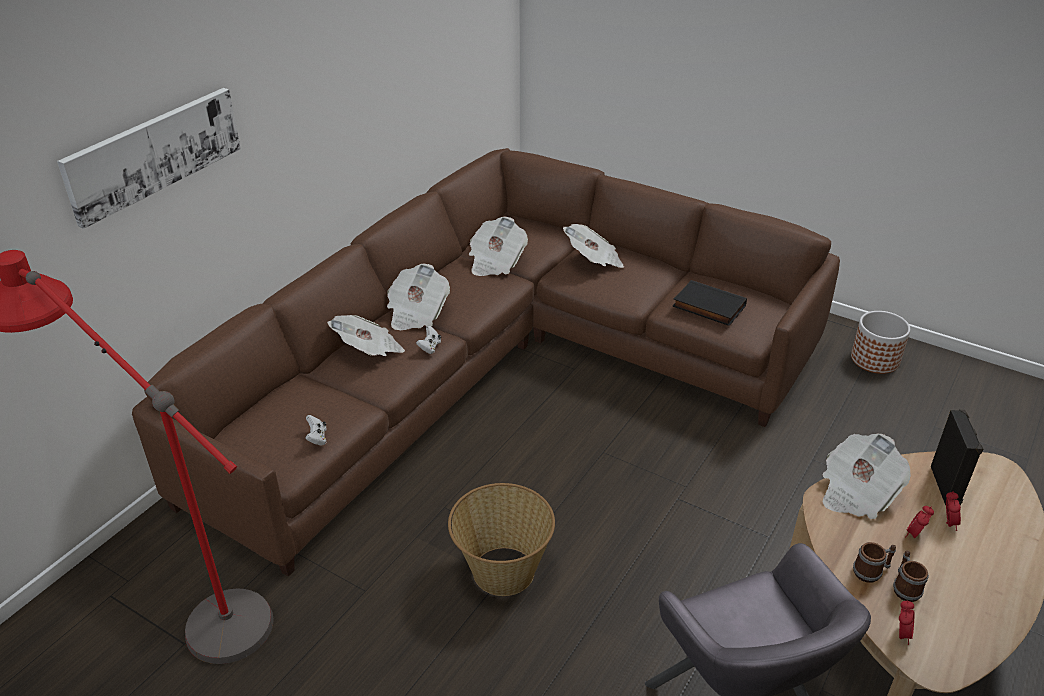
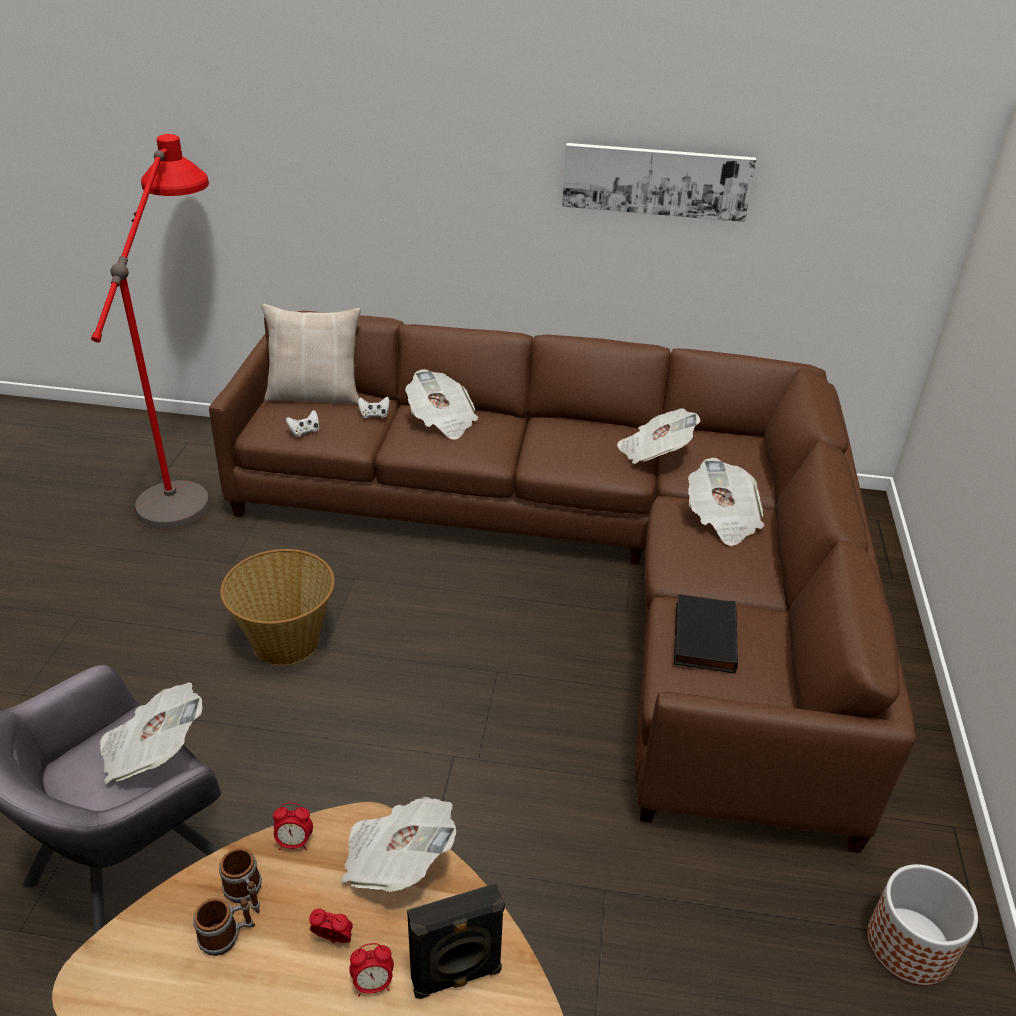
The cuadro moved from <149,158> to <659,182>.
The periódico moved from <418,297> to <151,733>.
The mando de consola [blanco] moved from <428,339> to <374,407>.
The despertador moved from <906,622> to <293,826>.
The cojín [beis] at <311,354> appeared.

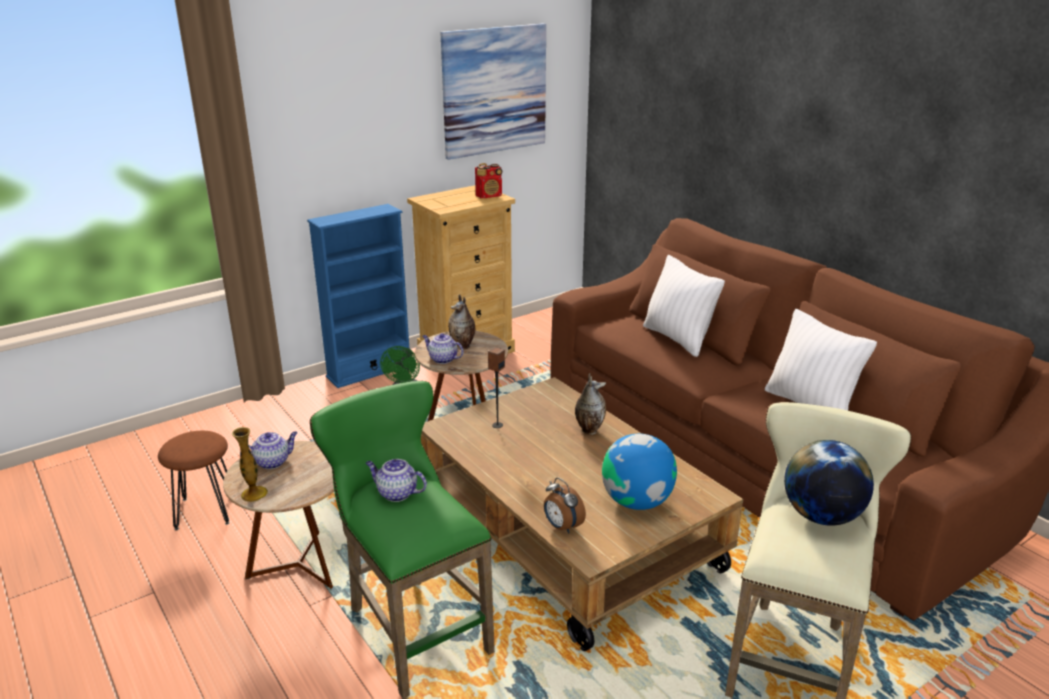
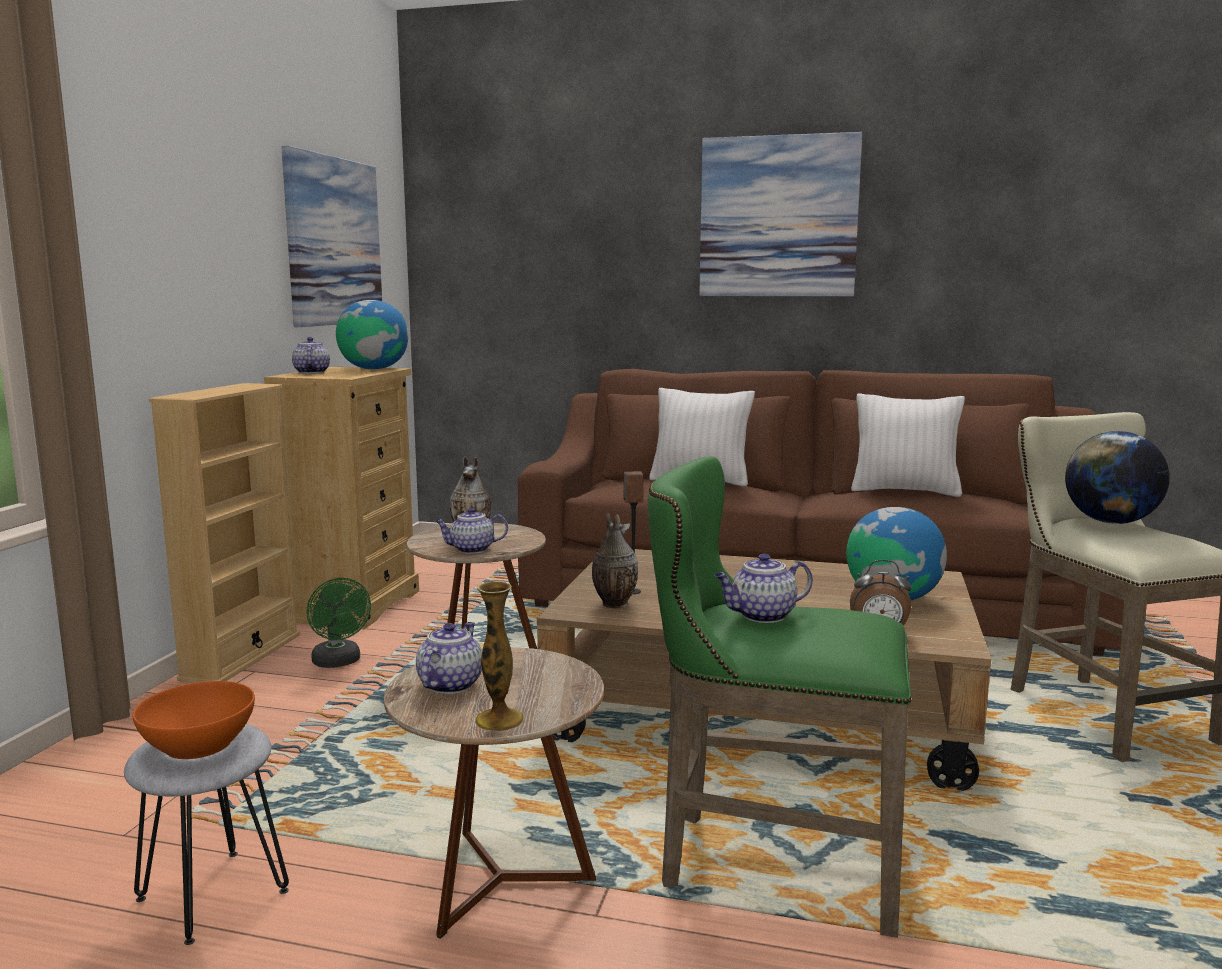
The radio at <488,180> was replaced by the globo terráqueo at <372,335>.
The estantería [azul] at <358,296> became the estantería [beis] at <224,533>.
The florero moved from <590,404> to <615,560>.
The taburete [marrón] at <194,480> became the taburete [gris] at <206,834>.
The cuadro at <780,214> appeared.
The tetera at <311,355> appeared.
The cuenco [naranja] at <194,720> appeared.

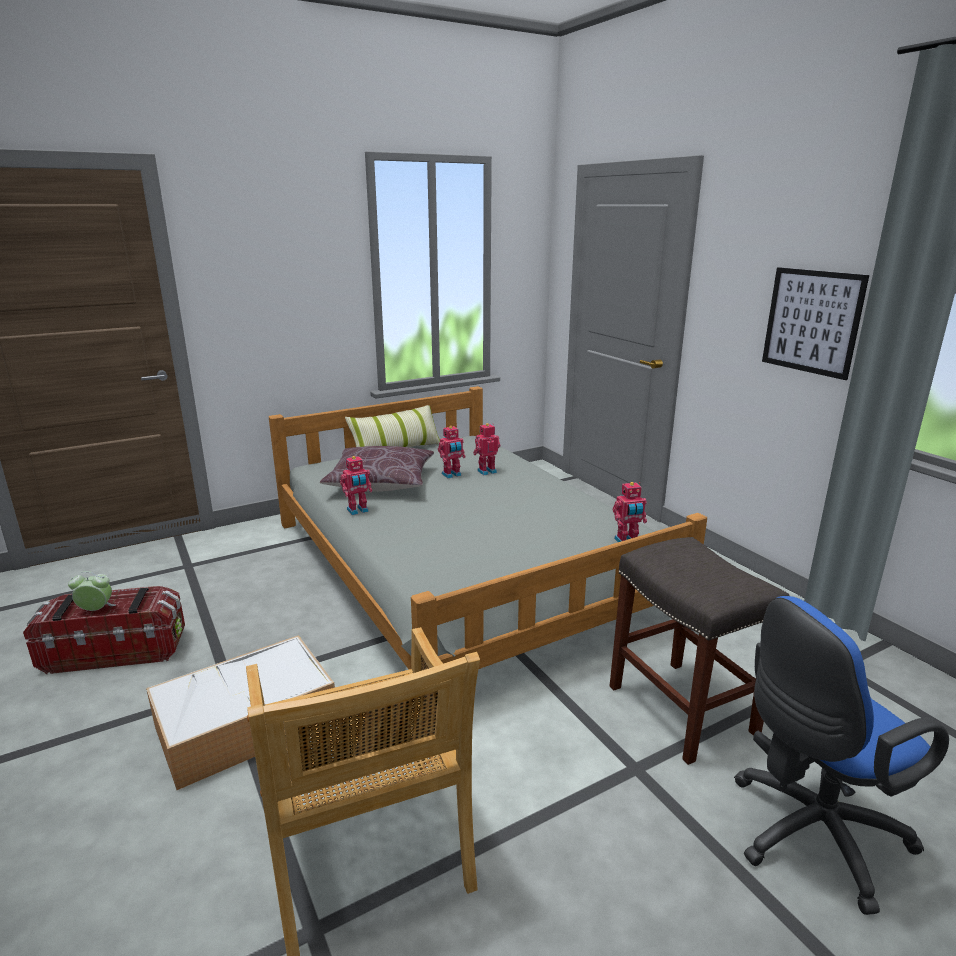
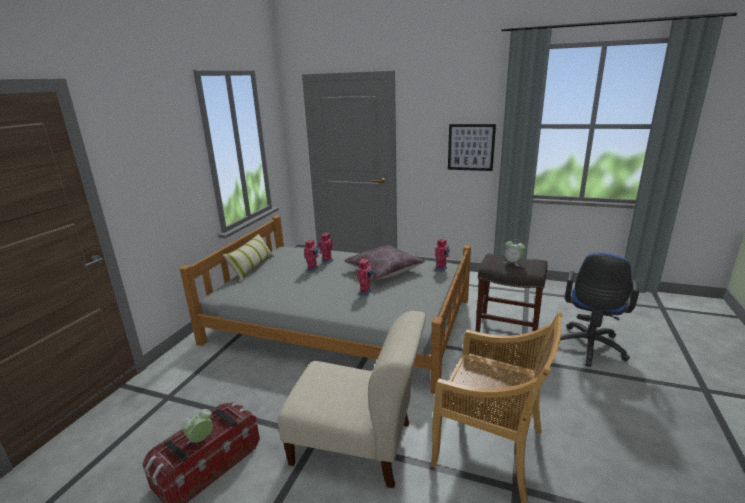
The cojín [marrón] moved from <377,469> to <384,262>.
The robot de juguete moved from <356,485> to <365,277>.
The caja de almacenaje at <240,712> was replaced by the silla [beis] at <352,399>.
The despertador at <514,252> appeared.

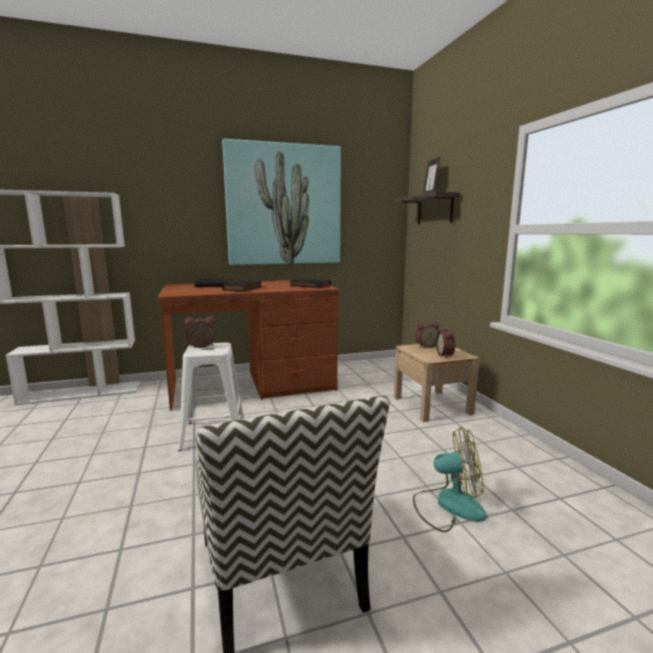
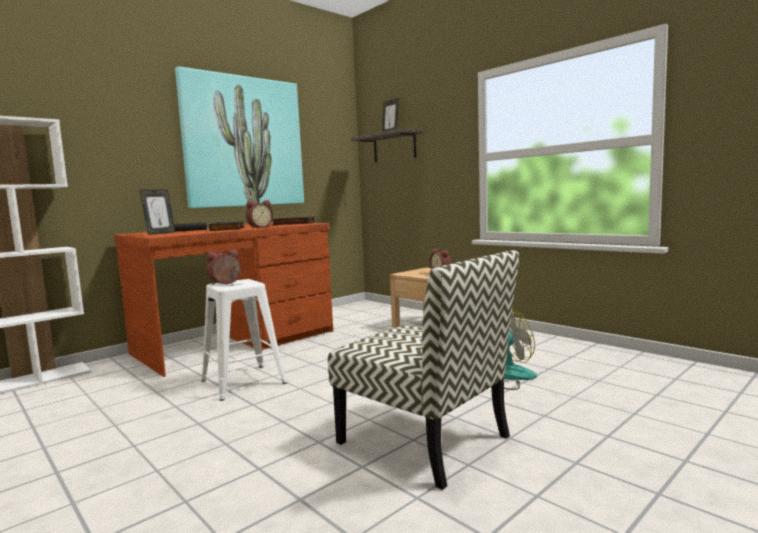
The despertador moved from <427,335> to <259,214>.
The portarretratos at <157,212> appeared.

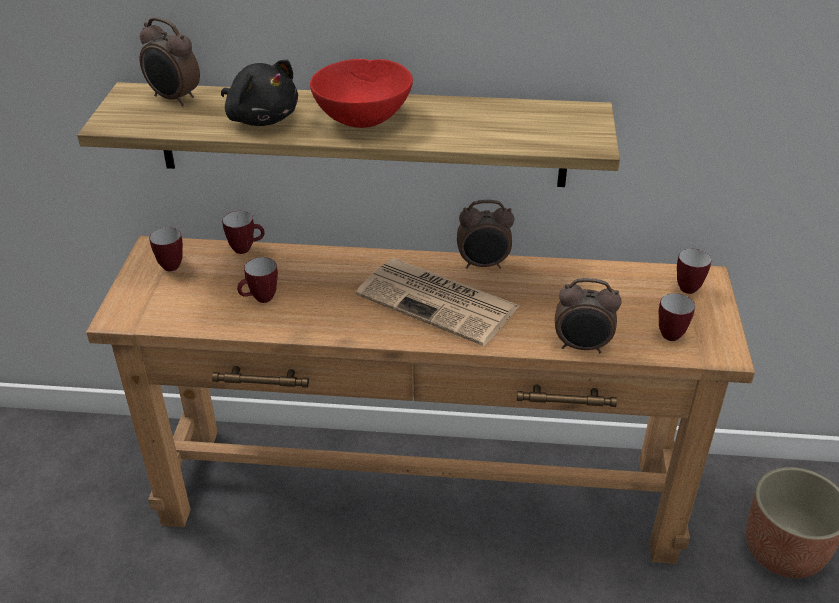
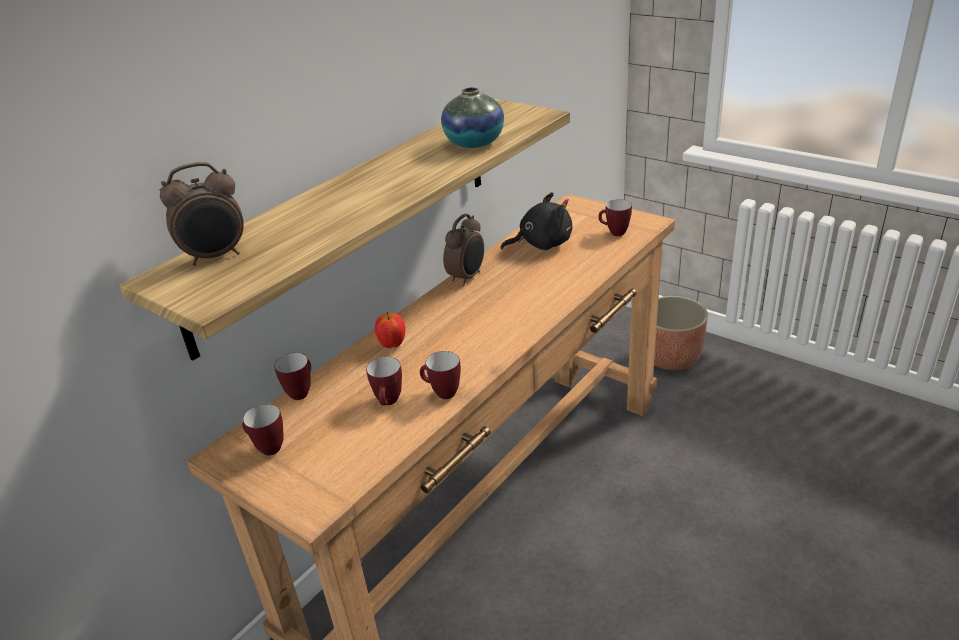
The cuenco [rojo] at <361,93> disappeared.
The peluche [negro] moved from <259,93> to <536,221>.
The taza grande moved from <694,271> to <440,375>.
The periódico at <438,302> disappeared.
The despertador at <588,315> disappeared.
The florero at <472,117> appeared.
The manzana at <390,330> appeared.

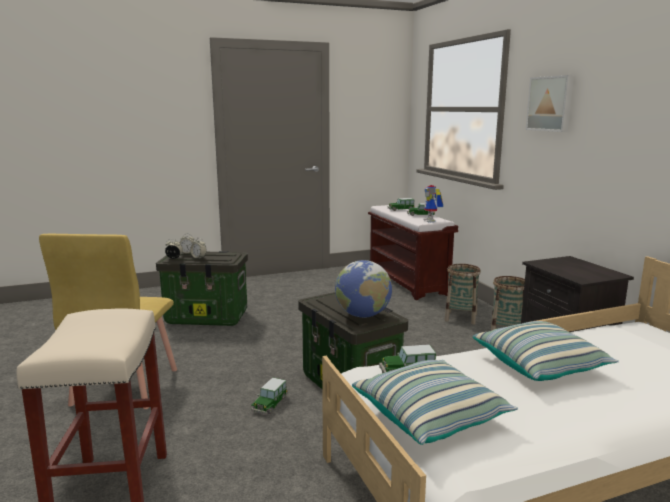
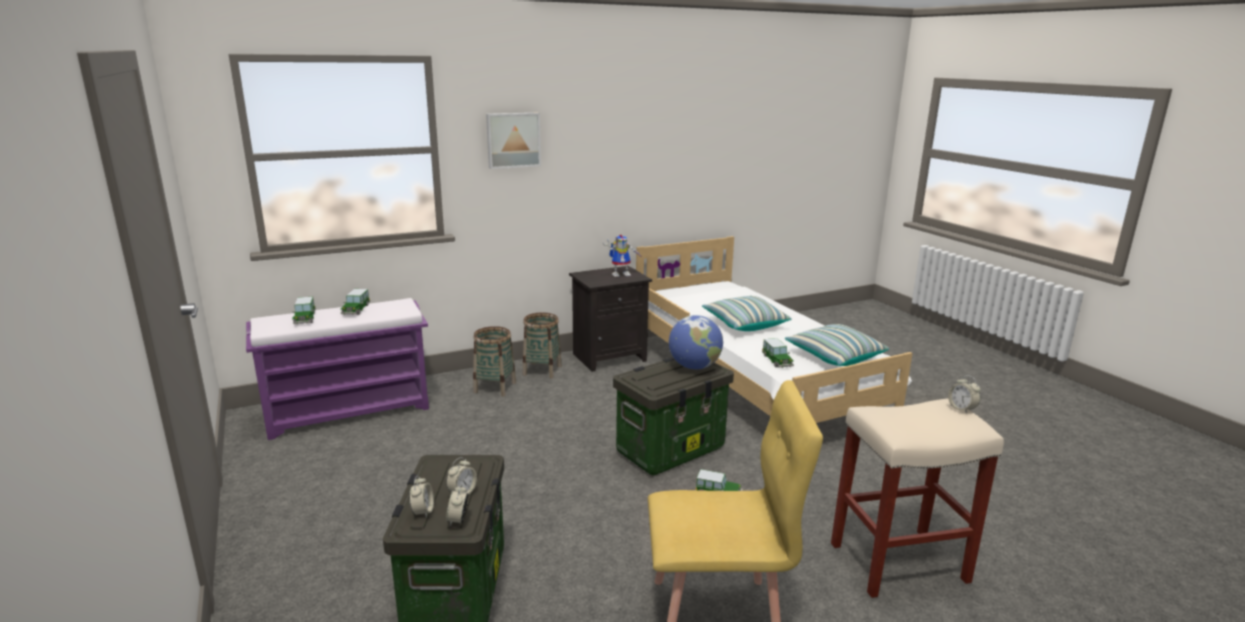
The robot de juguete moved from <433,203> to <622,256>.
The banco [marrón] at <413,252> became the banco [morado] at <337,369>.
The despertador at <964,394> appeared.

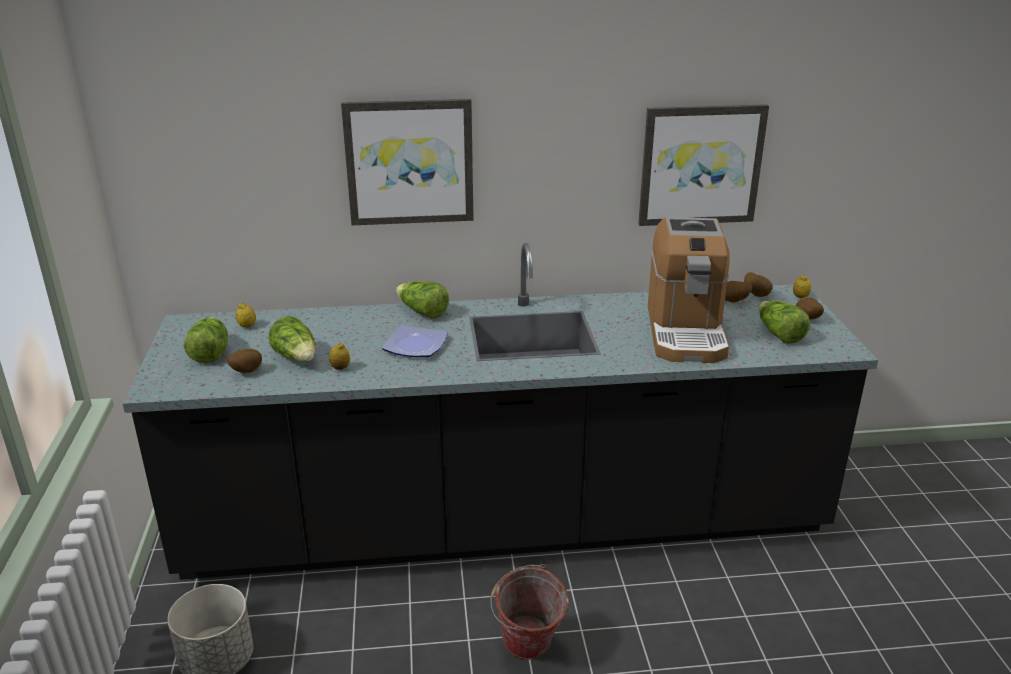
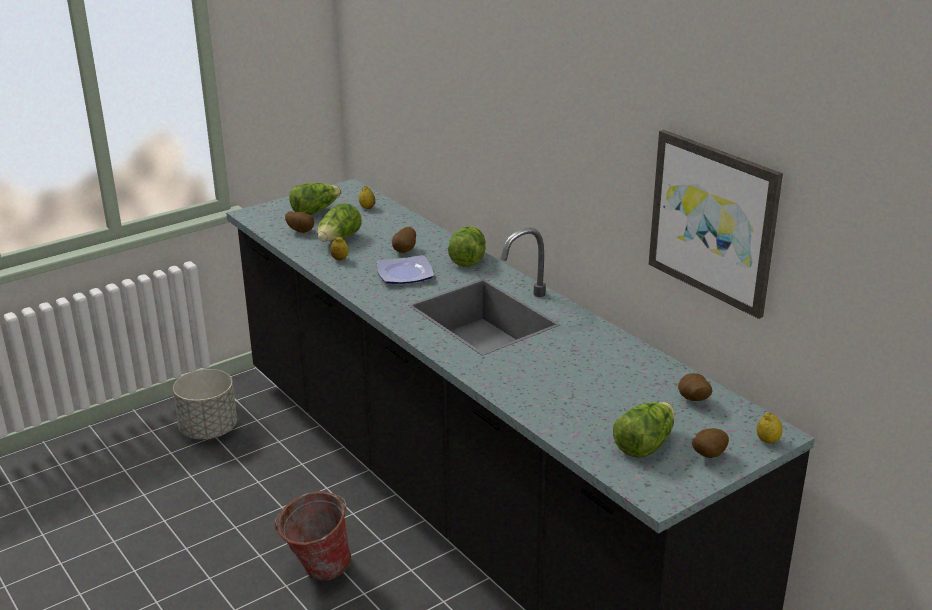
The cuadro at <407,162> disappeared.
The cafetera at <689,290> disappeared.
The patata moved from <758,284> to <404,240>.

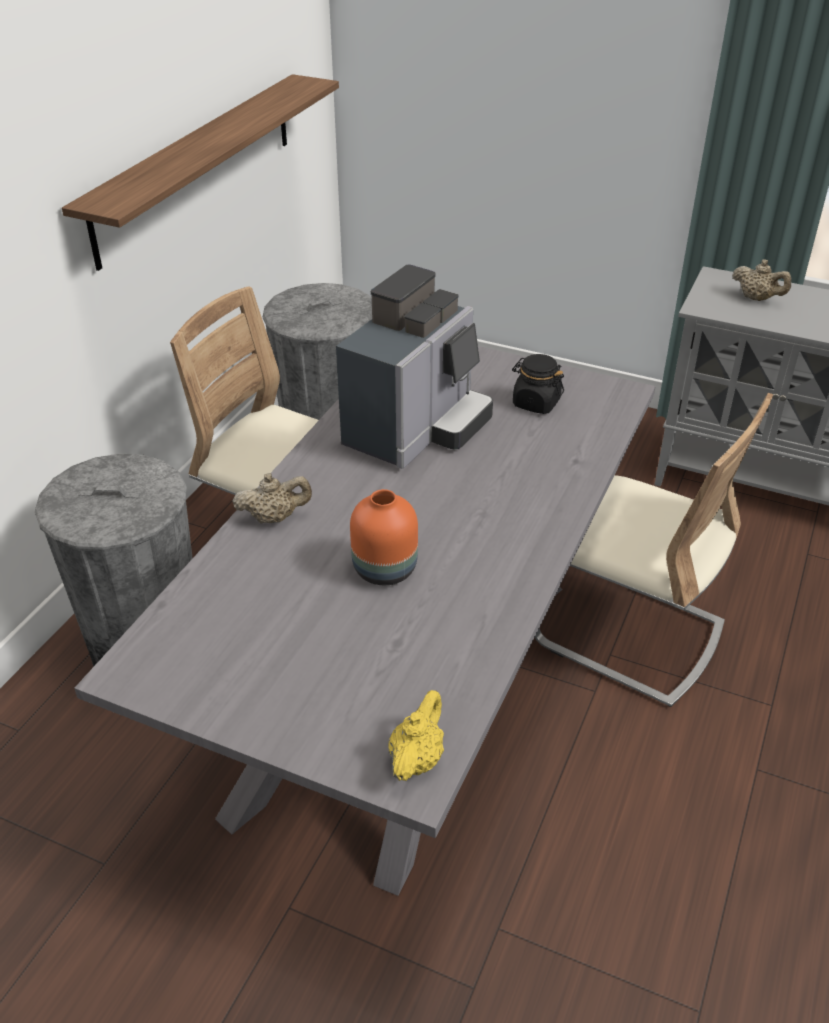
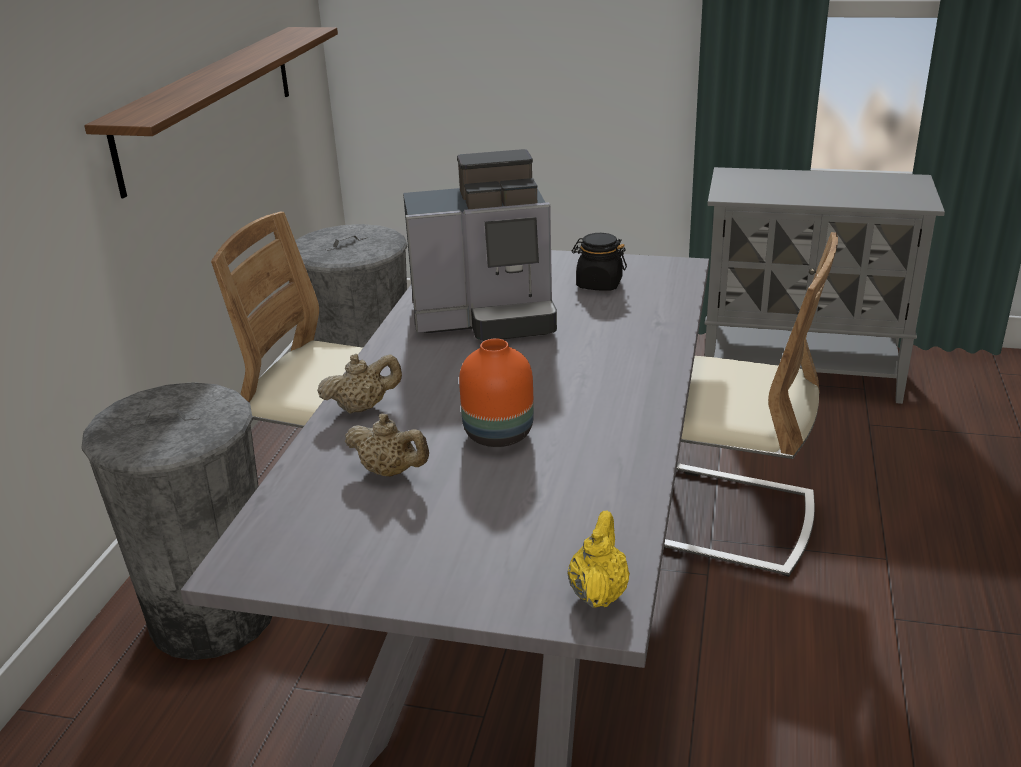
The tetera [beis] moved from <761,280> to <387,445>.
The cafetera at <414,366> turned 60 degrees clockwise.

